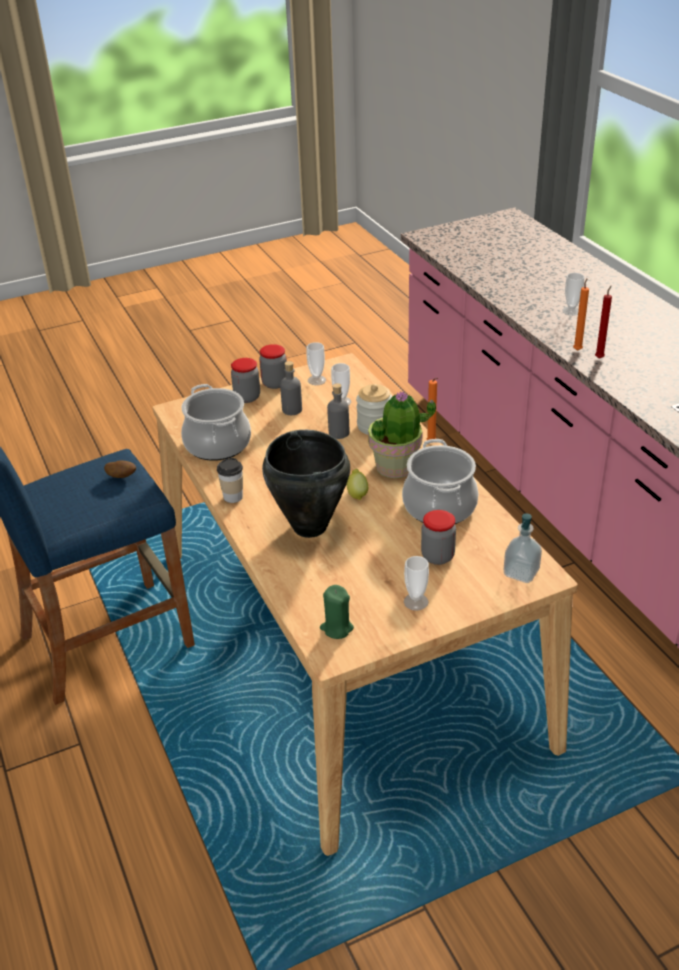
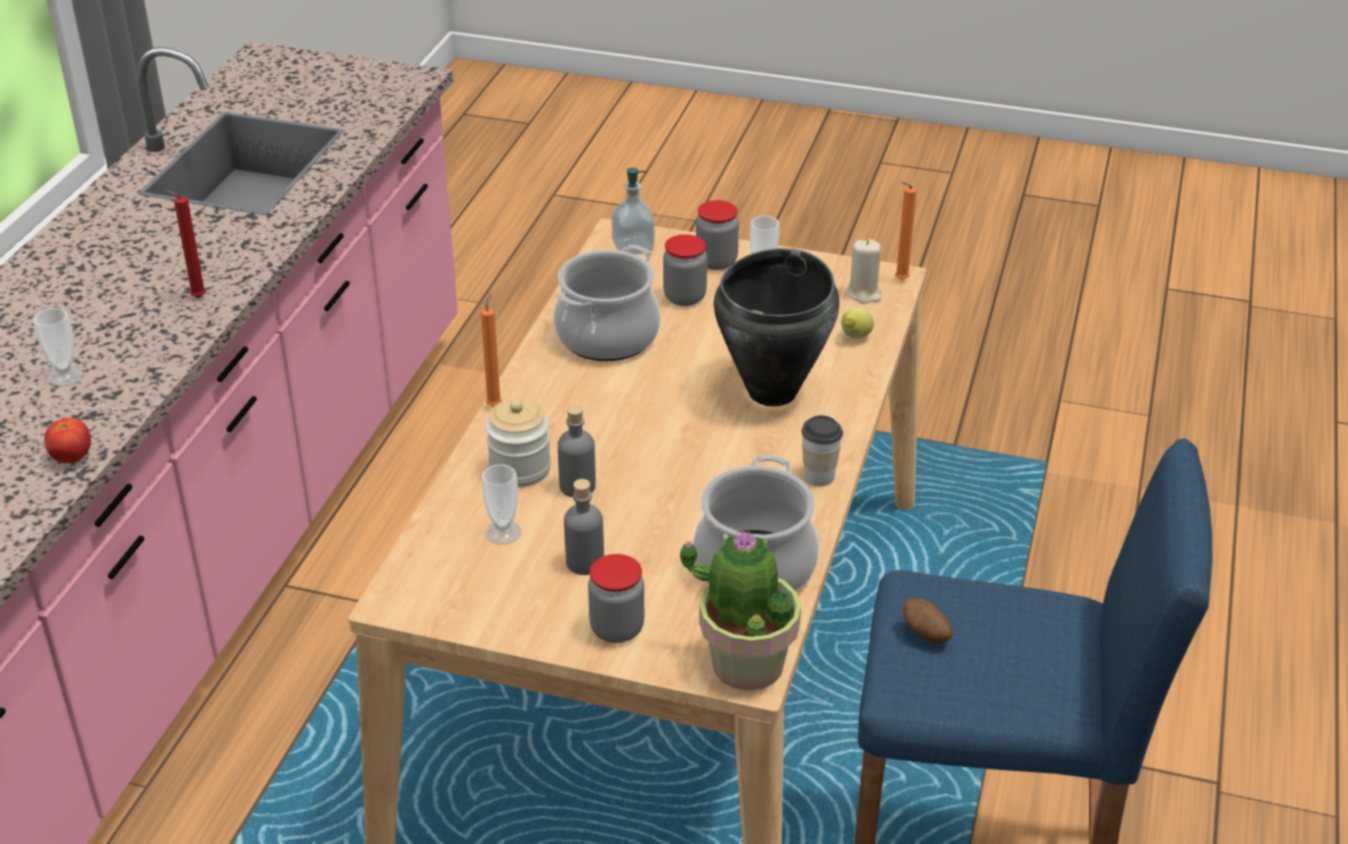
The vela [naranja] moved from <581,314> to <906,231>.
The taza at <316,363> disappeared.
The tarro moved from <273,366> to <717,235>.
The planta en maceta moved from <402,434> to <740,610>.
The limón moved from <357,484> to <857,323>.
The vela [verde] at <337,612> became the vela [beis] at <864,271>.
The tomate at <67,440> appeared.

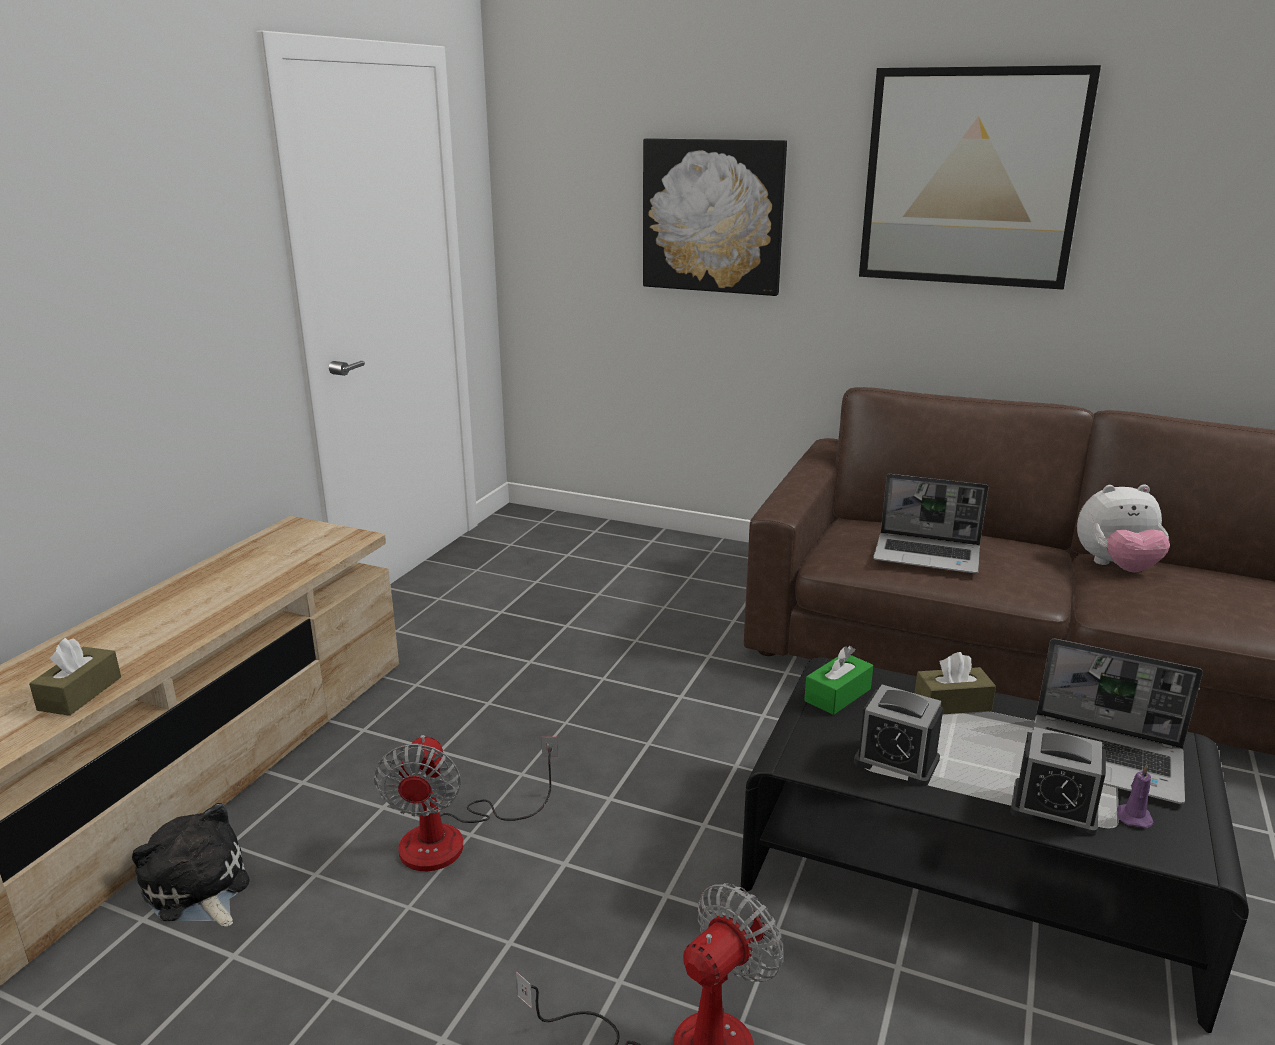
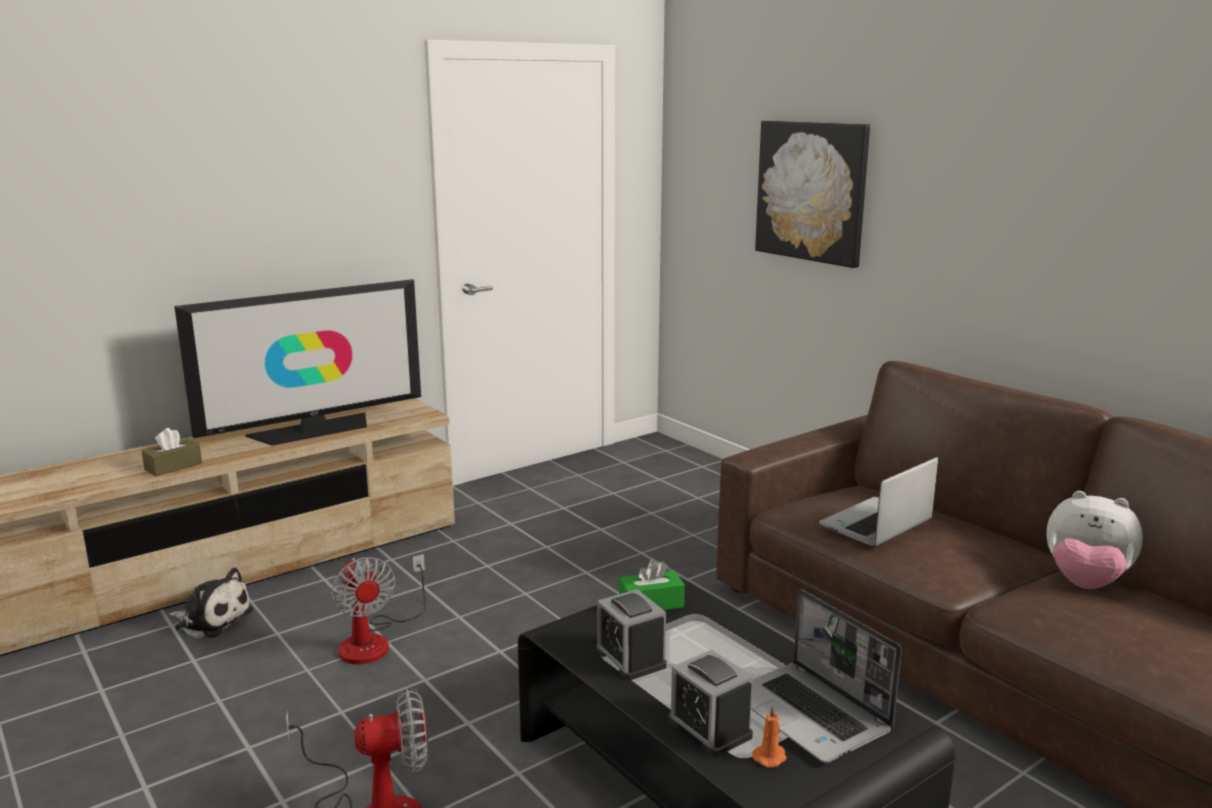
The cuadro at <980,177> disappeared.
The portátil at <931,524> turned 90 degrees clockwise.
The caja de pañuelos [marrón] at <955,683> disappeared.
The ventilador at <466,803> turned 60 degrees counterclockwise.
The vela [morado] at <1135,796> became the vela [naranja] at <769,736>.
The peluche at <191,865> turned 120 degrees clockwise.
The televisor at <297,362> appeared.

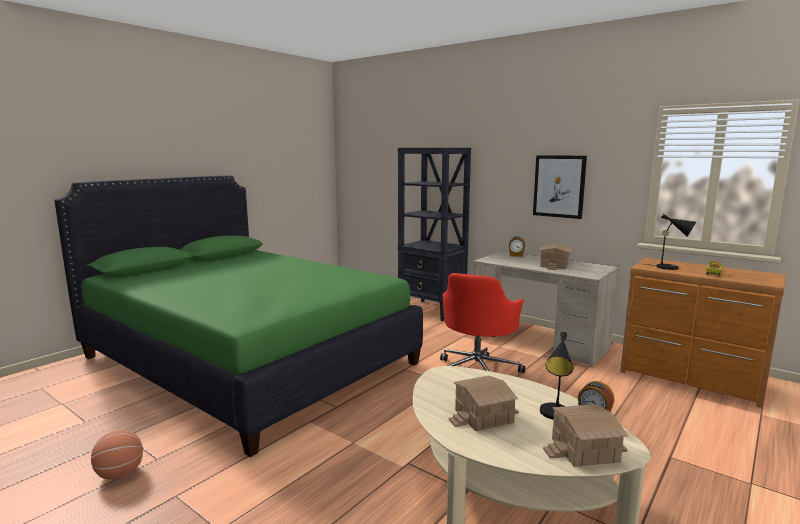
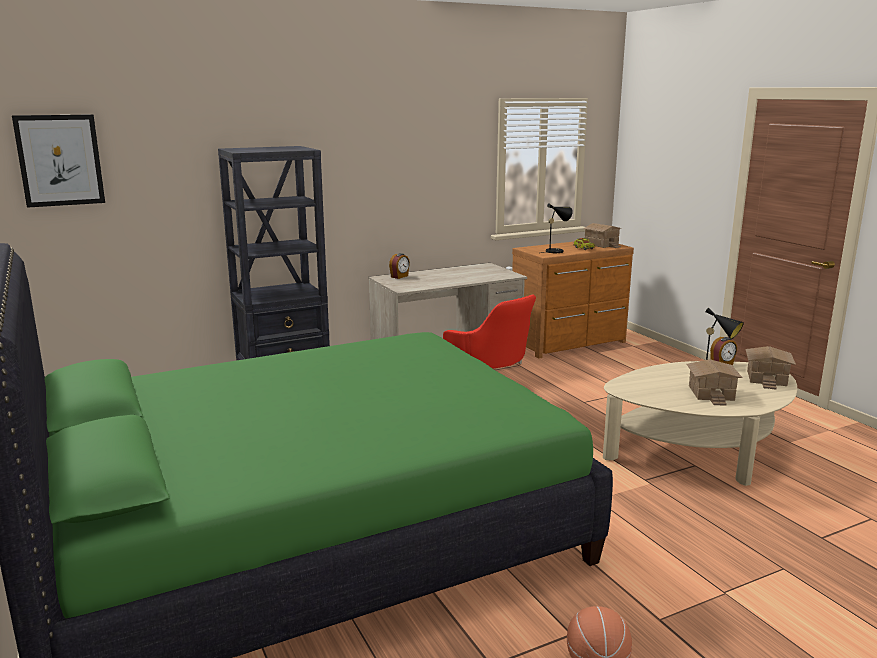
The cuadro moved from <560,187> to <58,161>.
The casita moved from <555,257> to <602,235>.

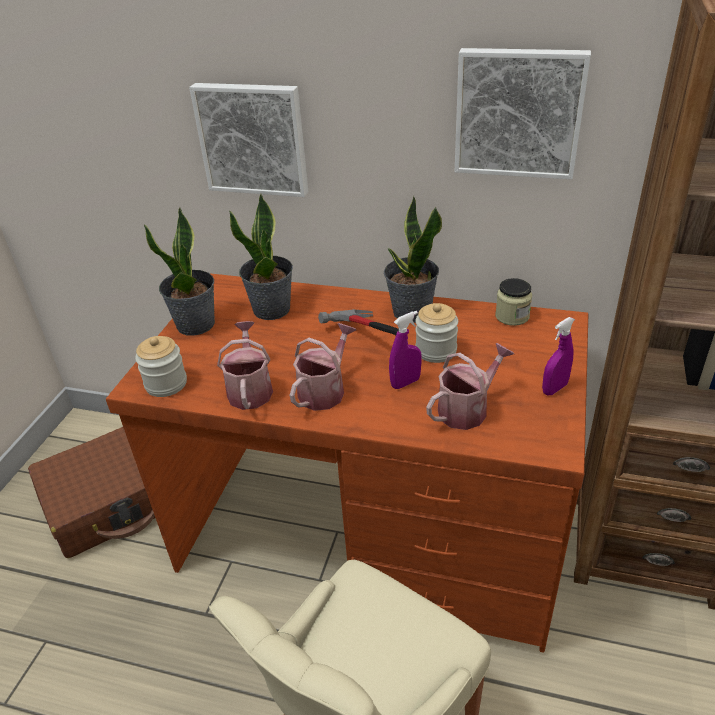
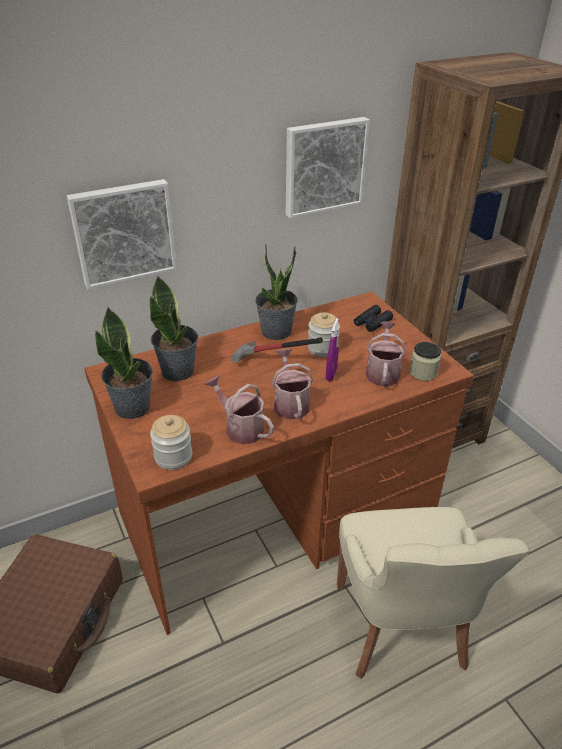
The tarro moved from <513,302> to <425,361>.
The pulverizador [morado] at <558,356> disappeared.
The prismáticos [negro] at <373,318> appeared.

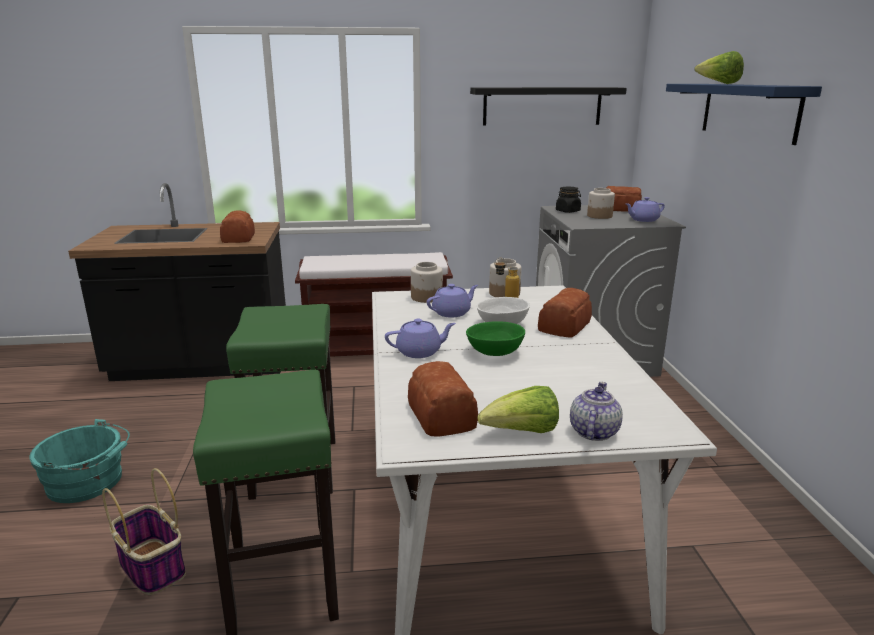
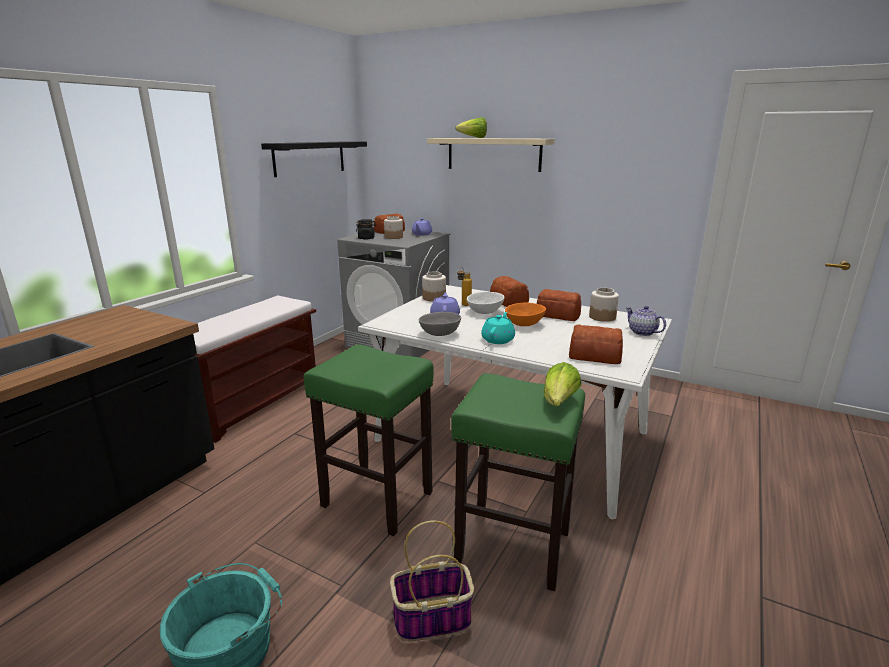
The estante [azul] at <744,114> became the estante [beis] at <491,155>.
The pan moved from <237,226> to <559,305>.
The tarro moved from <427,282> to <604,305>.
The tetera [morado] at <420,338> became the tetera [turquesa] at <498,328>.
The cuenco [verde] at <495,338> became the cuenco [naranja] at <525,314>.
The lechuga moved from <518,409> to <562,384>.
The cuenco [gris] at <440,324> appeared.

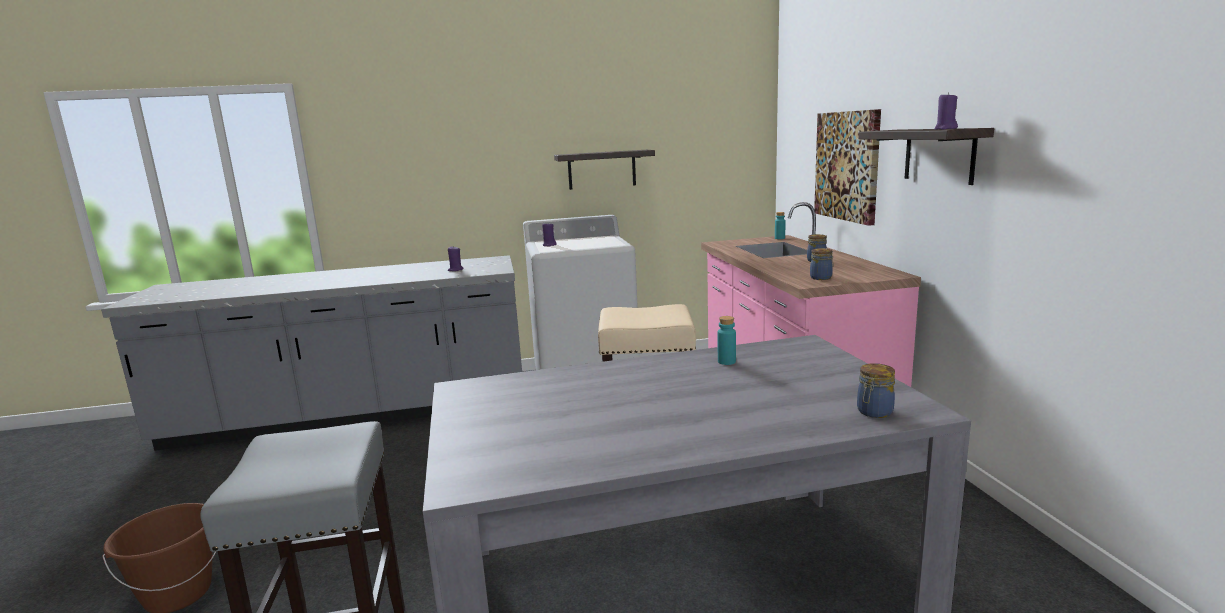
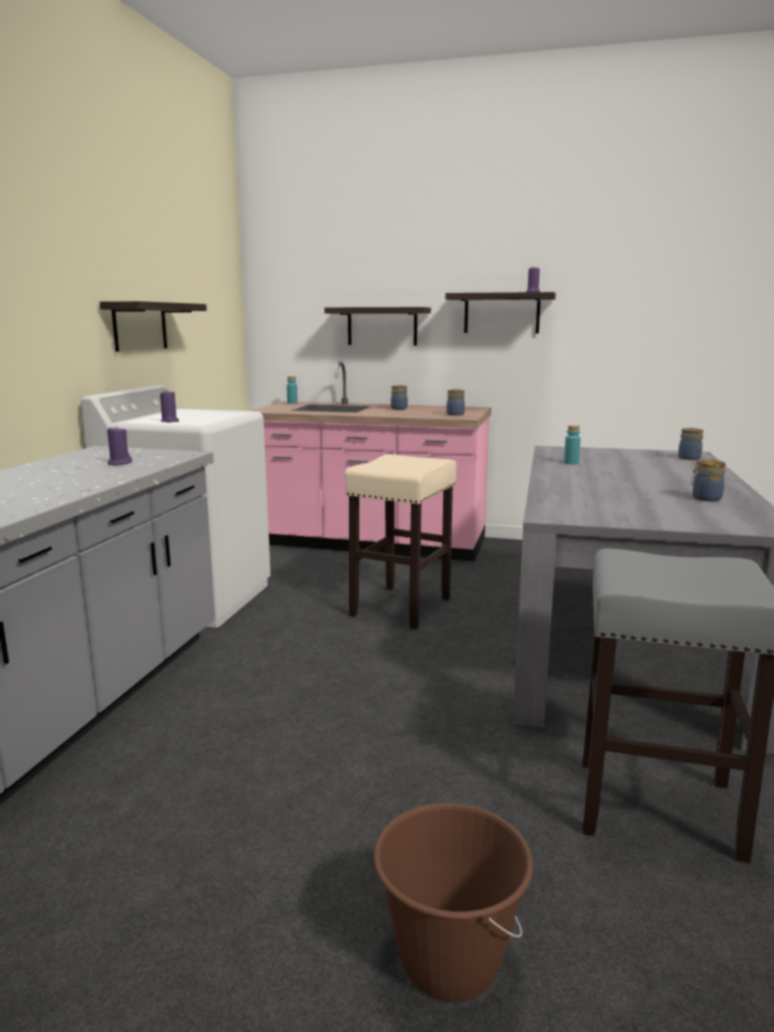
The cuadro at <847,167> was replaced by the estante at <377,326>.
The tarro at <708,480> appeared.

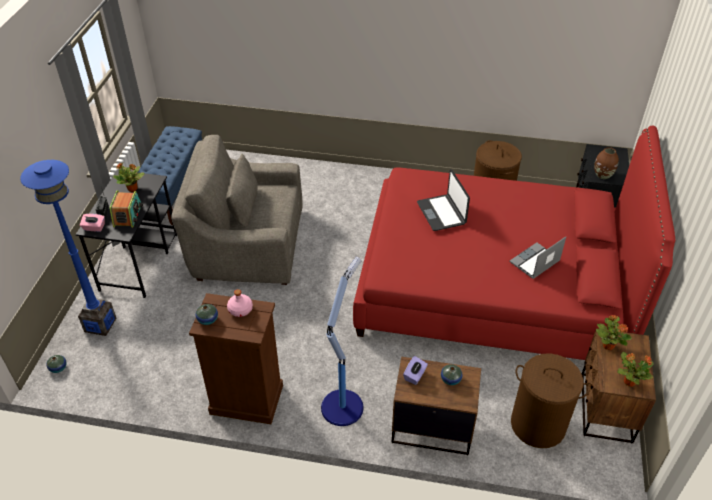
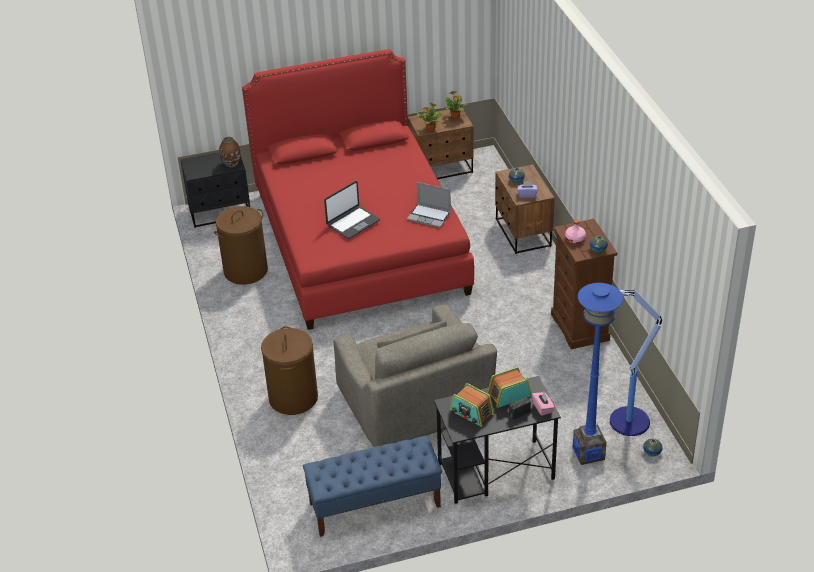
The planta en maceta at <128,177> was replaced by the radio at <472,405>.
The portátil moved from <537,258> to <429,205>.
The lámpara de pie moved from <342,341> to <636,362>.
The cesto de la ropa [marrón] moved from <550,400> to <289,370>.

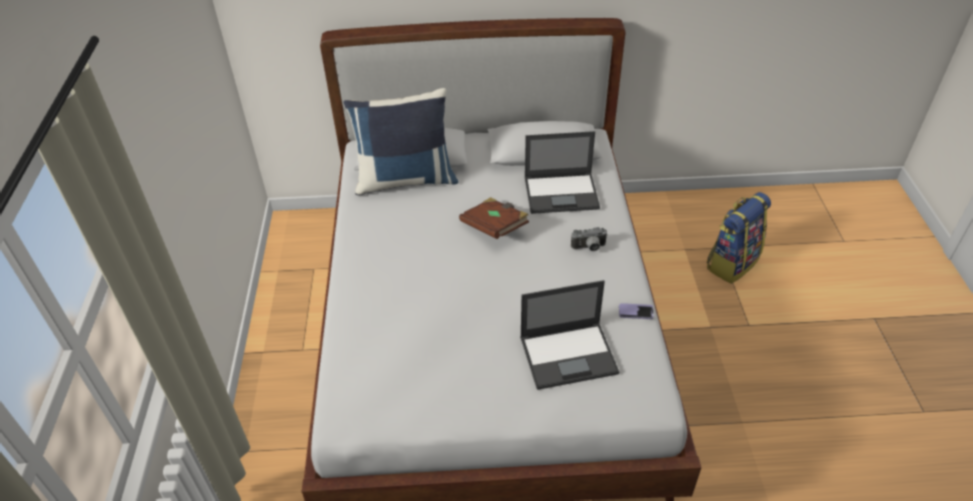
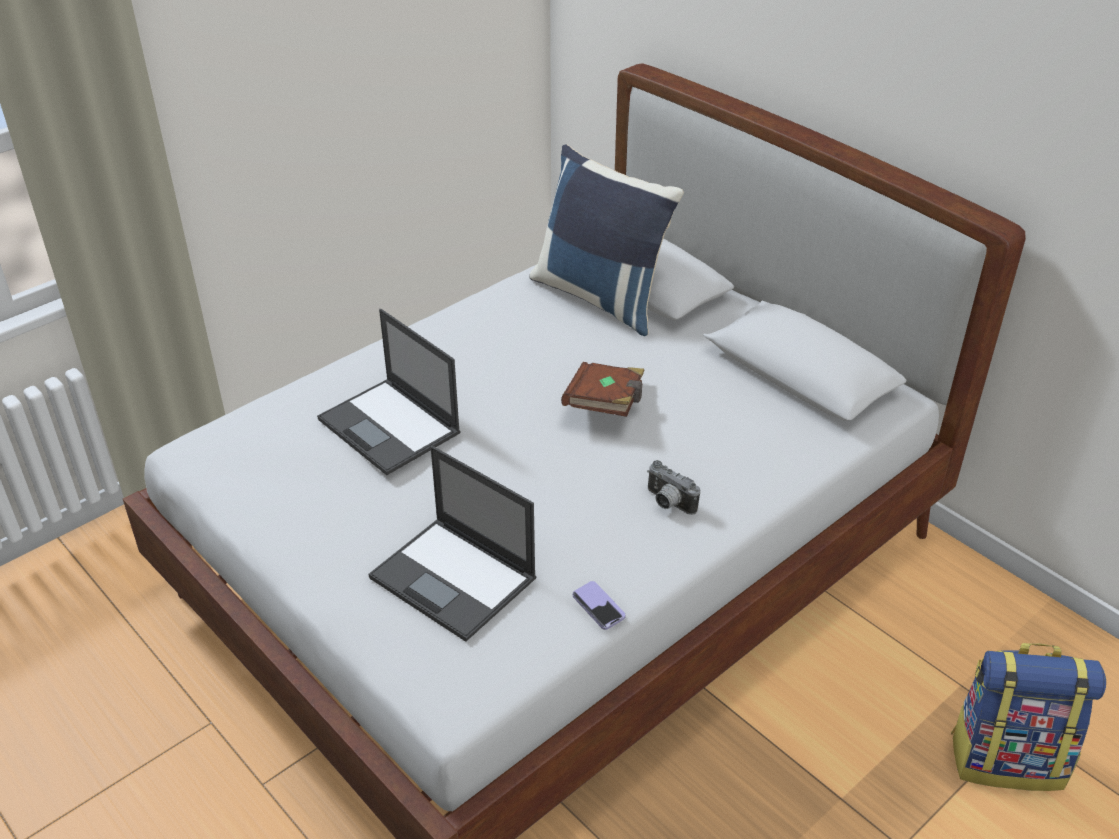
The portátil moved from <562,172> to <389,392>.

